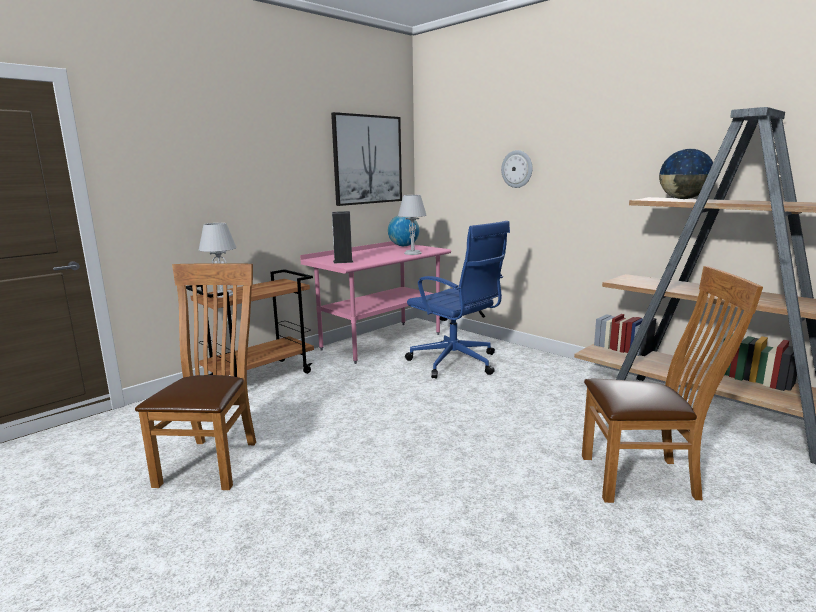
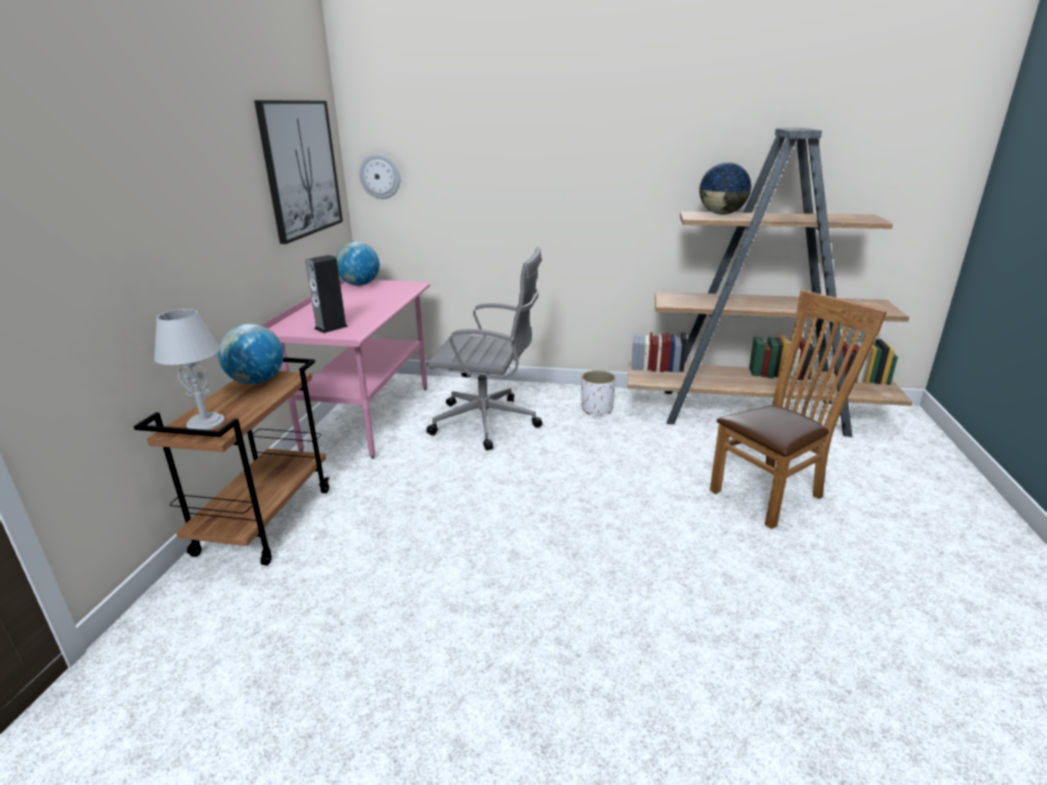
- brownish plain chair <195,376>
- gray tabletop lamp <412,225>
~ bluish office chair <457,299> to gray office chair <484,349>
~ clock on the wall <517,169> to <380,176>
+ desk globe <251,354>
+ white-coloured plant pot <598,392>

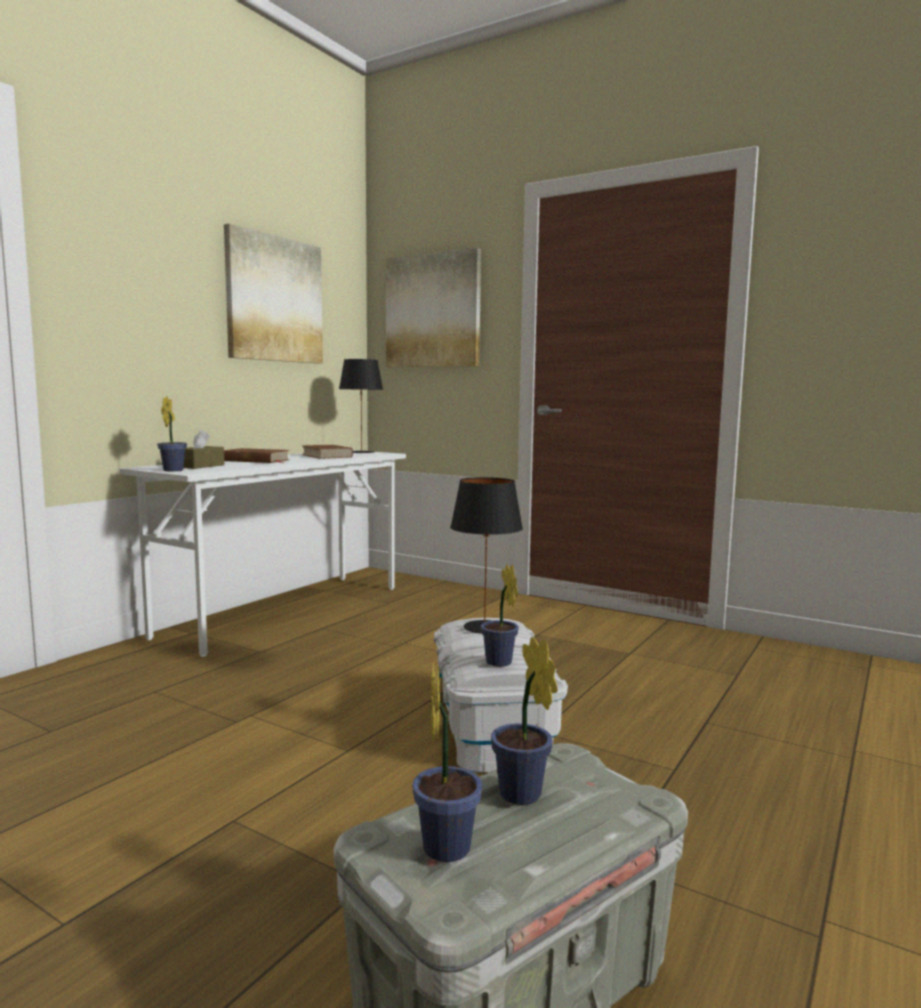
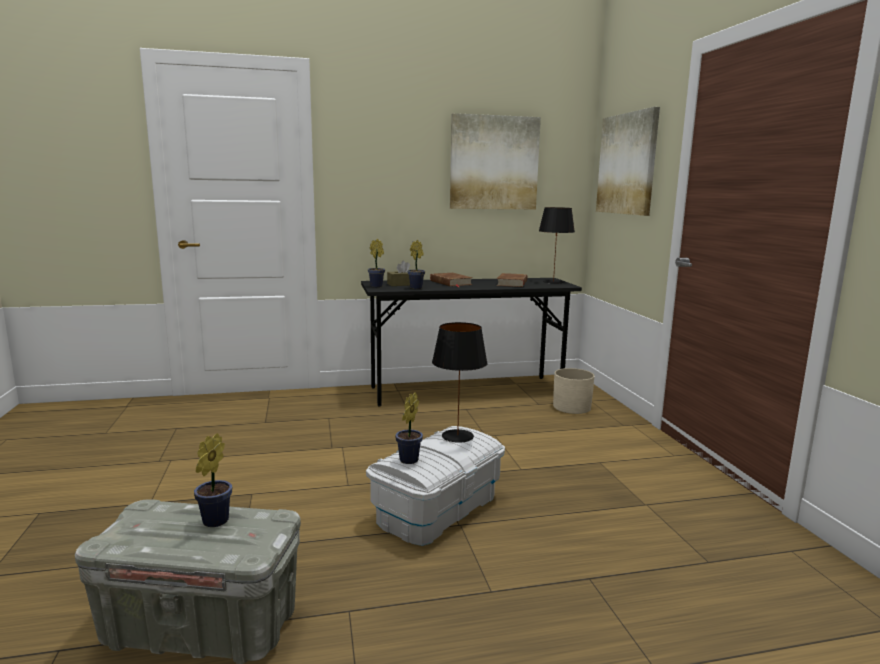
~ white-coloured desk table <262,553> to blackish desk table <471,342>
~ houseplant <447,762> to <416,264>
+ beige plant pot <574,391>

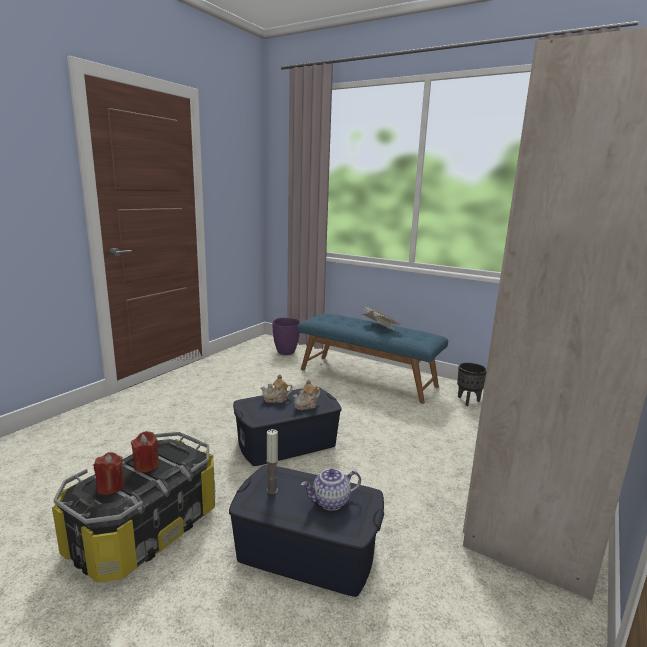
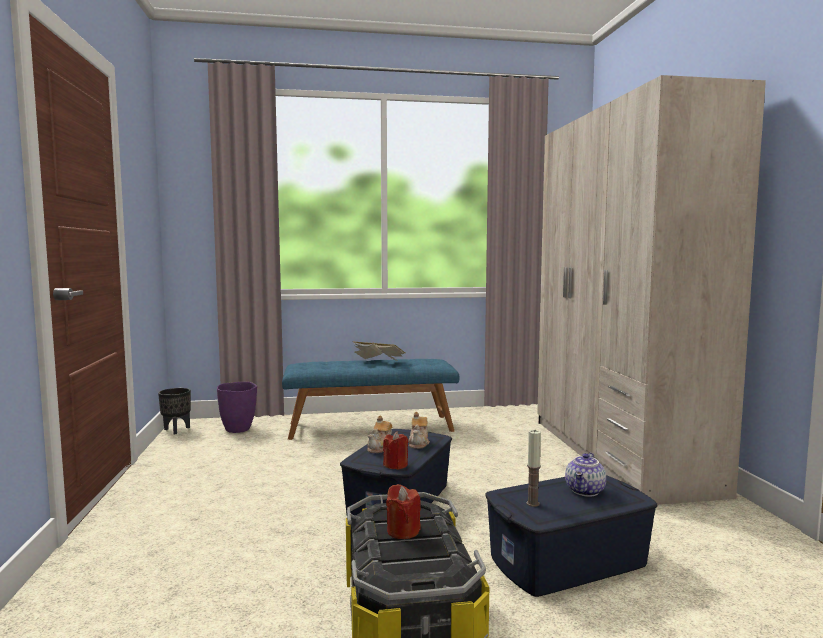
~ red wax light <109,473> to <395,450>
~ blackish plant pot <472,384> to <174,411>

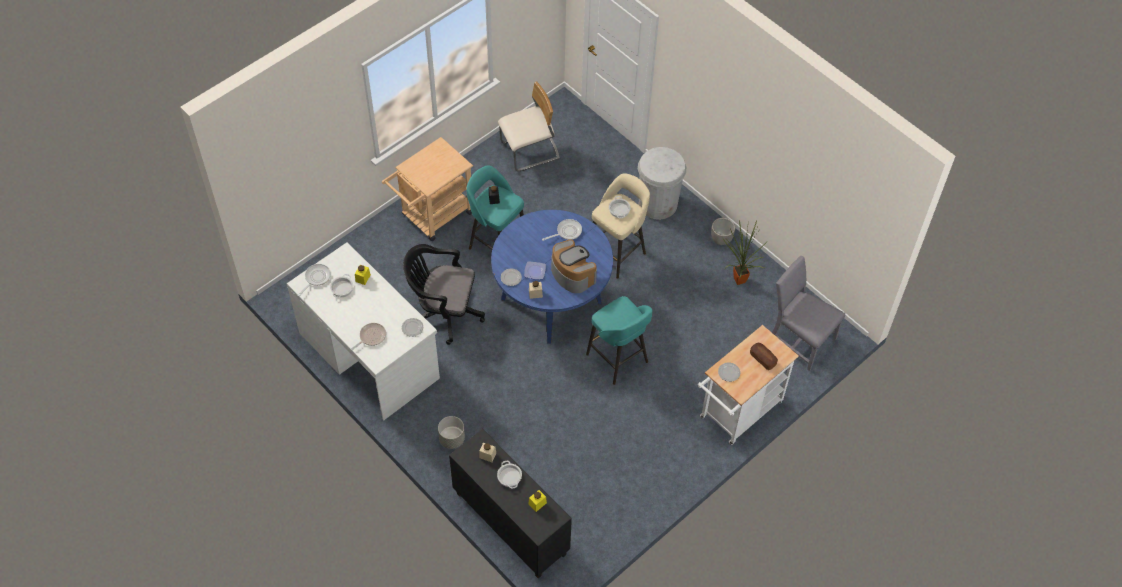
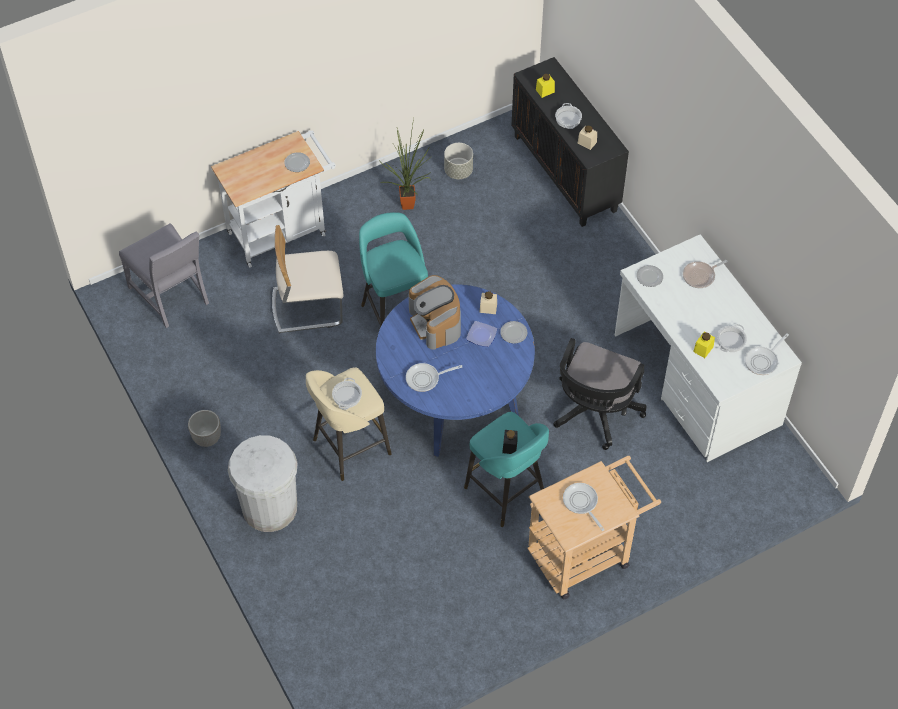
~ blackish office chair <444,294> = <599,394> 90 degrees clockwise
~ gray plant pot <451,432> to <458,161>
~ beige plain chair <529,126> to <308,279>
~ houseplant <744,252> to <406,164>
- baked bread <764,356>
+ frying pan <584,507>

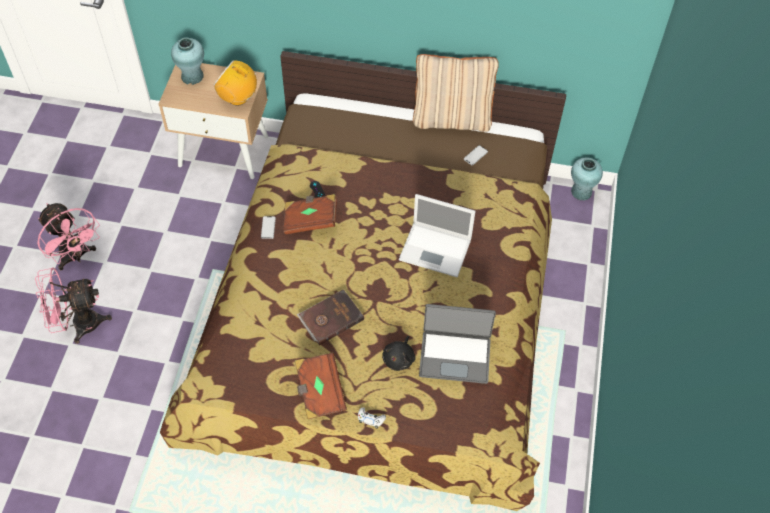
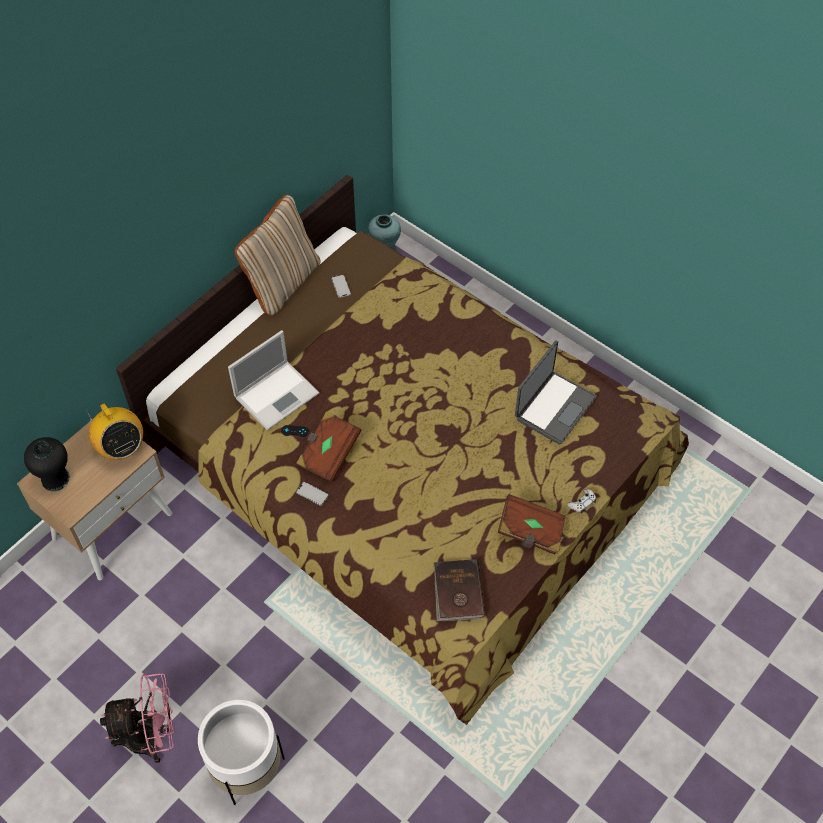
~ pinkish cooling fan <73,305> to white-coloured plant pot <241,752>
~ turquoise decorative vase <187,61> to blackish decorative vase <47,464>
~ radio <236,83> = <114,432> 90 degrees counterclockwise
~ brownish volume <330,317> to <459,590>
- blackish soft toy <399,353>
~ notebook computer <437,235> to <274,380>

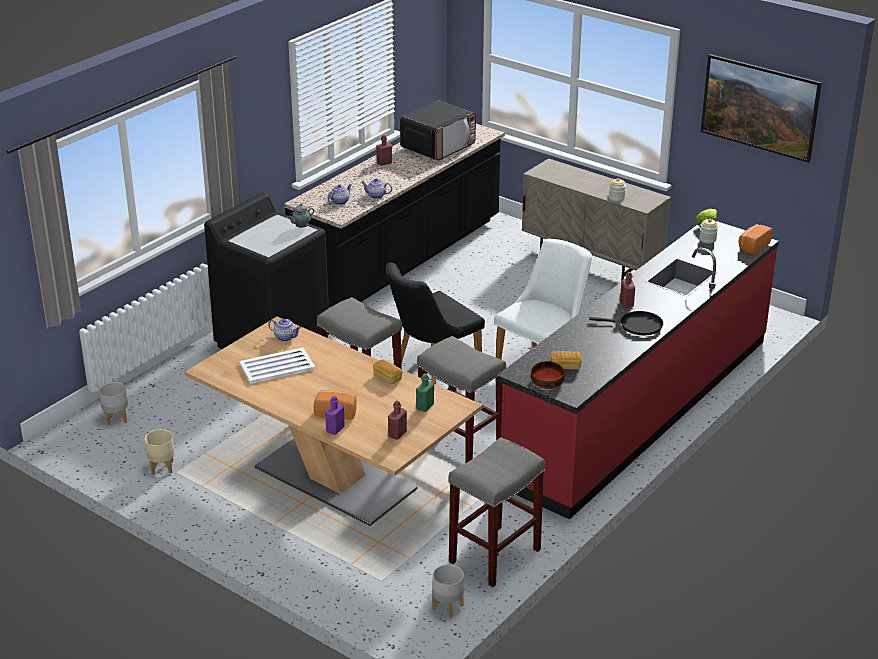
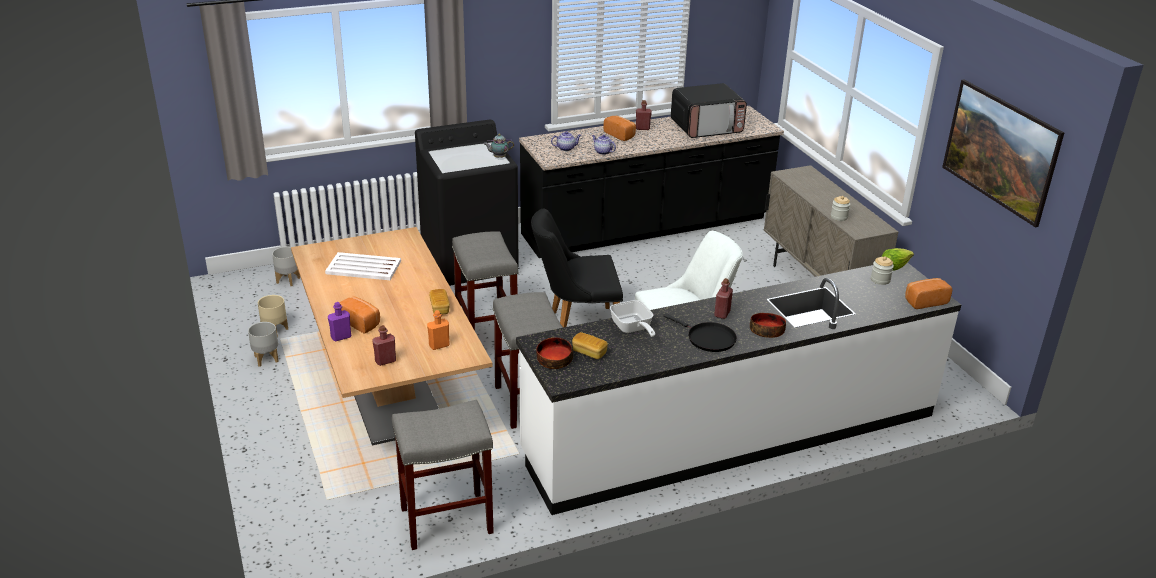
- teapot <284,330>
~ green bottle <425,393> to orangey bottle <438,330>
~ gray plant pot <448,591> to <263,344>
~ red counter <638,370> to white-coloured counter <738,389>
+ baked bread <619,128>
+ frying pan <632,318>
+ deep dish <768,325>

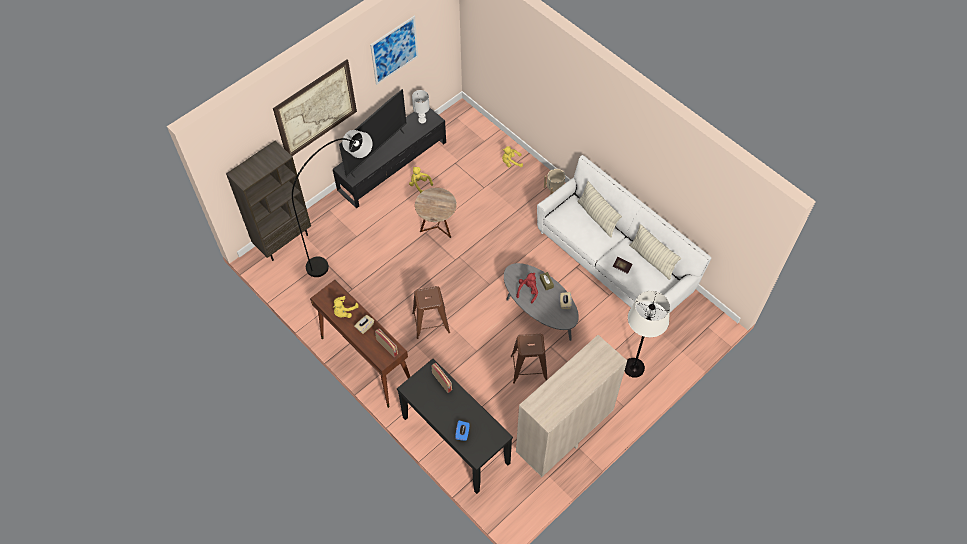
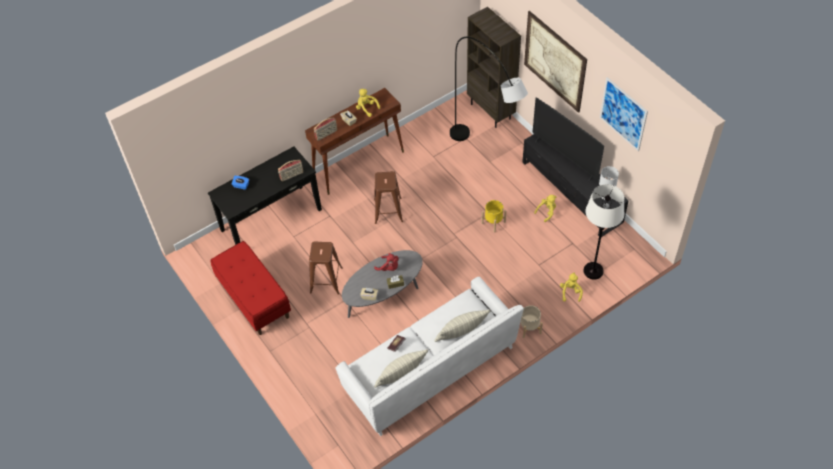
~ brownish accent table <436,212> to yellow plant pot <494,216>
~ beige cabinet <571,406> to red bench <250,288>
~ white-coloured floor lamp <647,334> to <604,232>

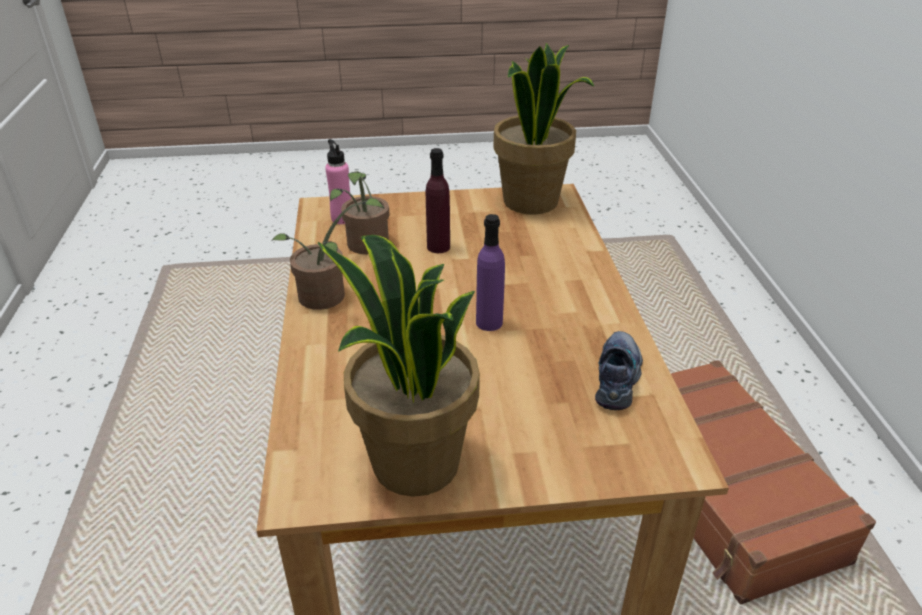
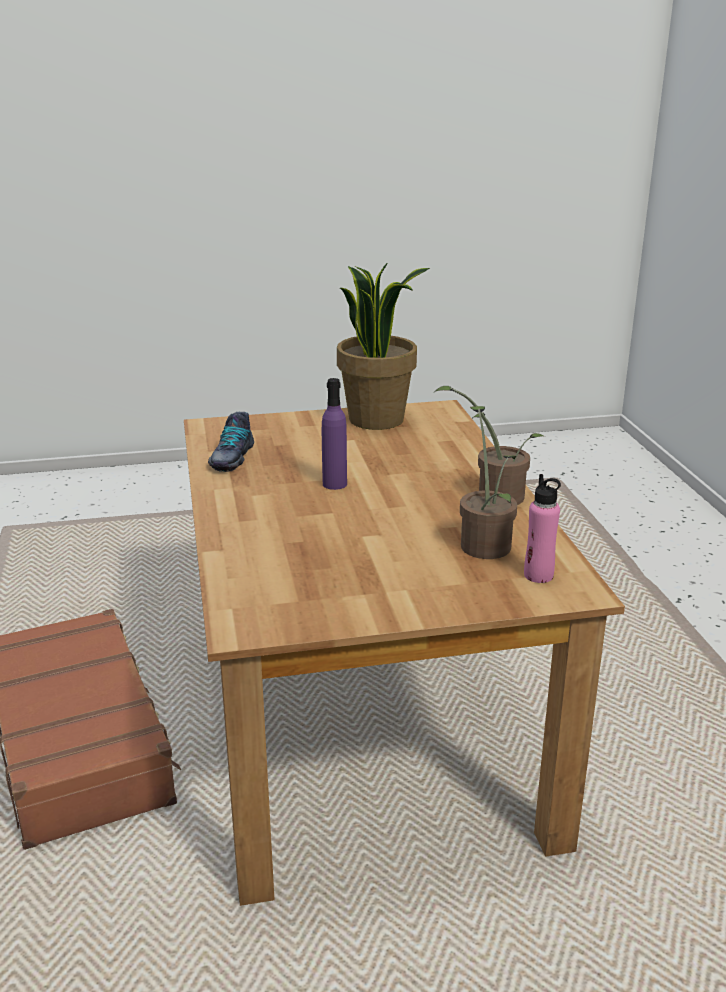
- purplish bottle <438,200>
- houseplant <543,129>

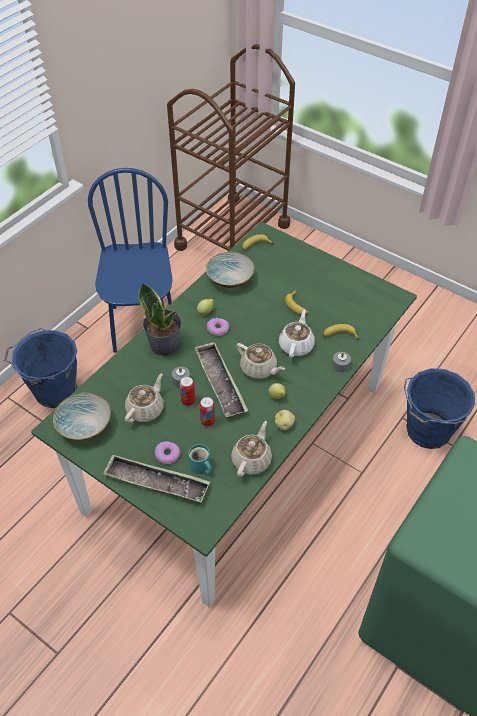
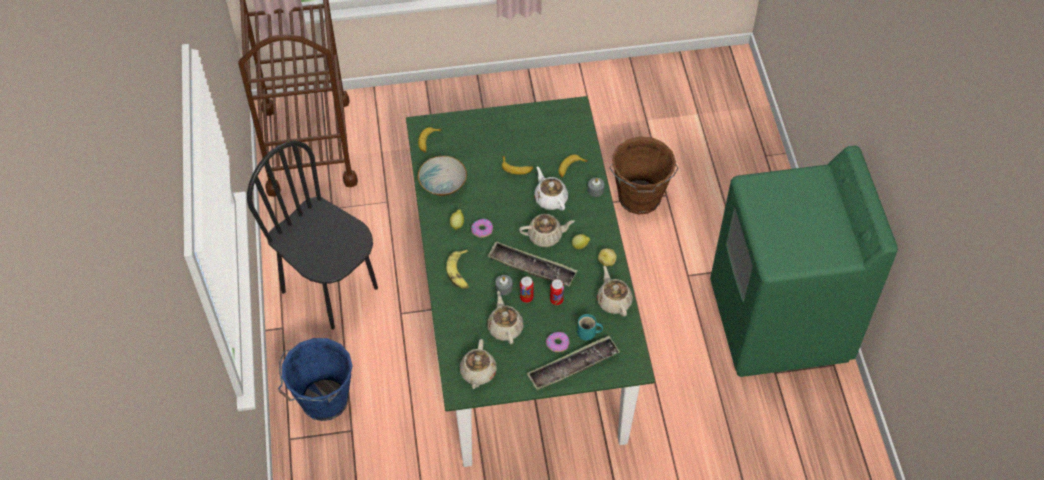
~ deep dish <82,417> to beige teapot <478,364>
~ bluish plain chair <130,260> to blackish plain chair <312,235>
~ houseplant <160,319> to banana <457,269>
~ bluish bucket <439,408> to brownish bucket <644,175>

